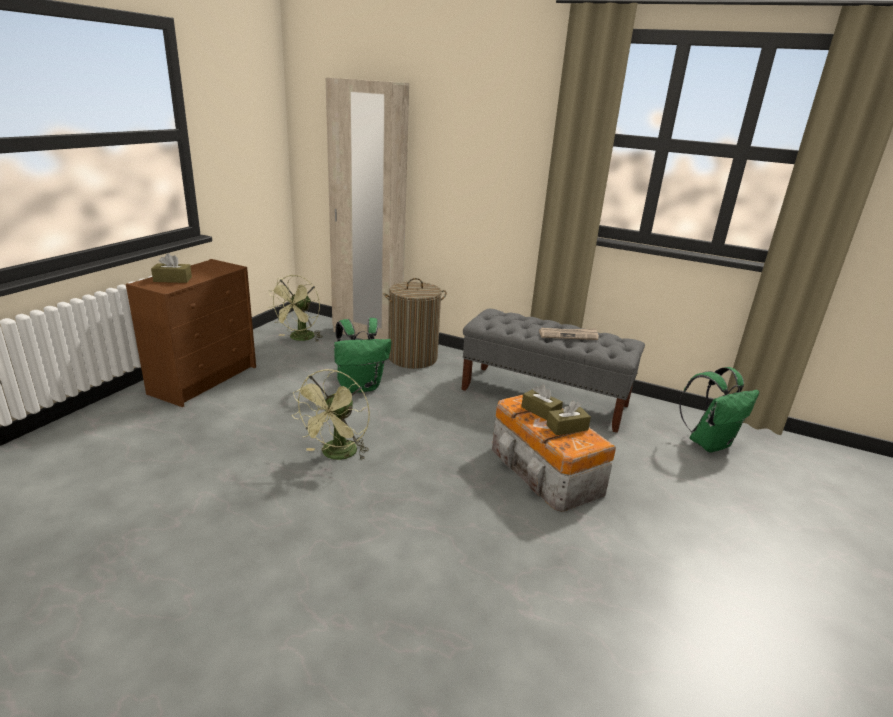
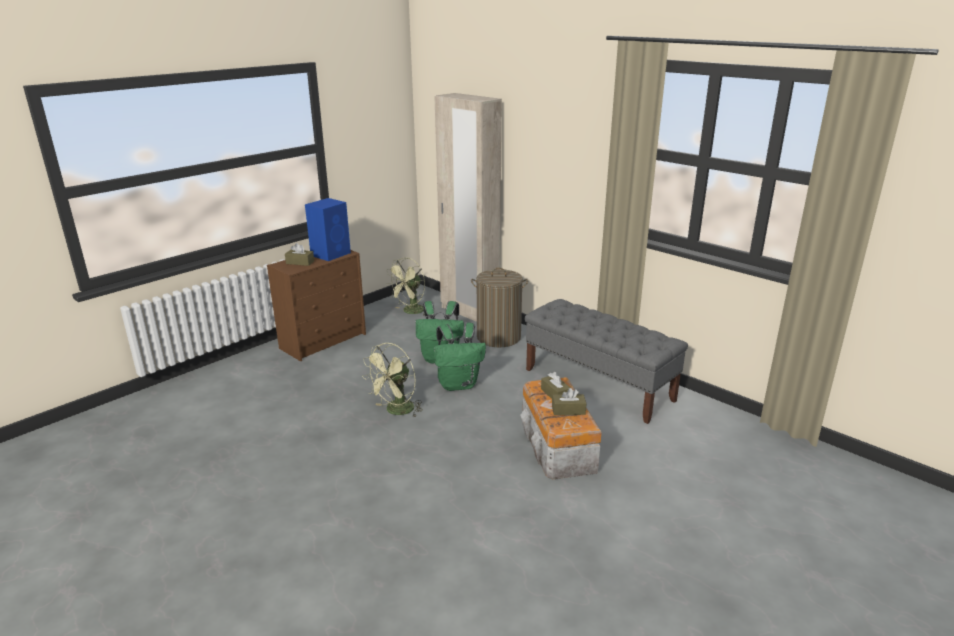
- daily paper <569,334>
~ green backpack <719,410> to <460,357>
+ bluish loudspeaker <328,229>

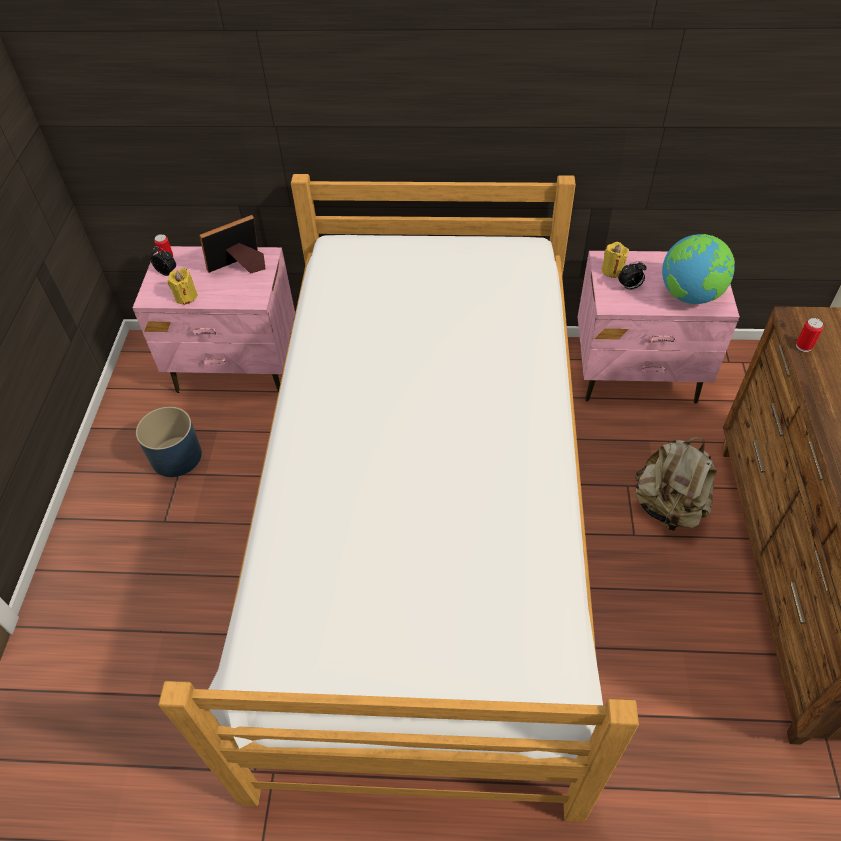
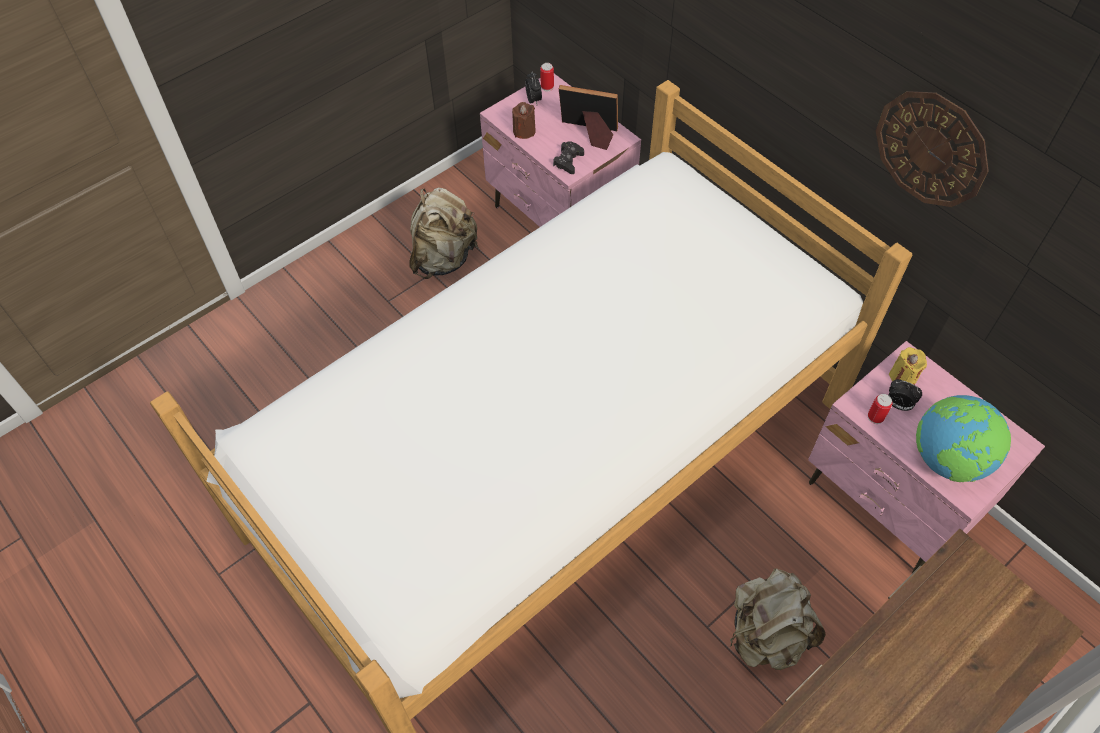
~ bluish plant pot <169,442> to beige backpack <444,233>
~ yellow wax light <183,286> to brownish wax light <524,120>
~ sealed can <809,335> to <880,409>
+ blackish gamepad <568,157>
+ clock on the wall <932,149>

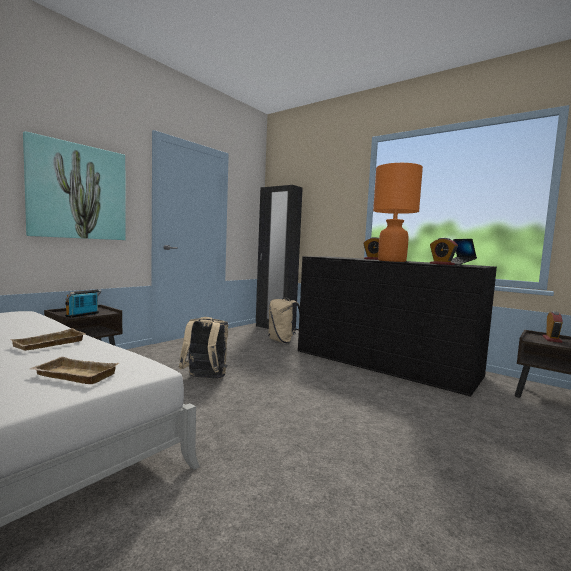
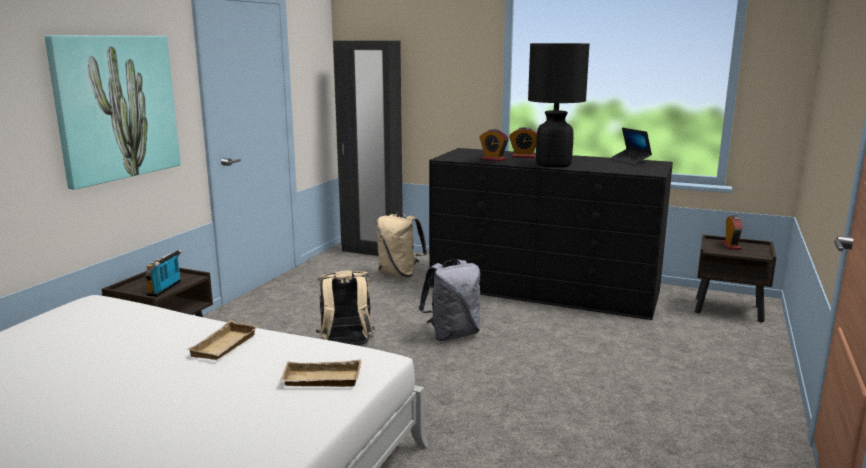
~ orangey tabletop lamp <398,212> to blackish tabletop lamp <559,105>
~ alarm clock <444,251> to <494,145>
+ gray backpack <449,300>

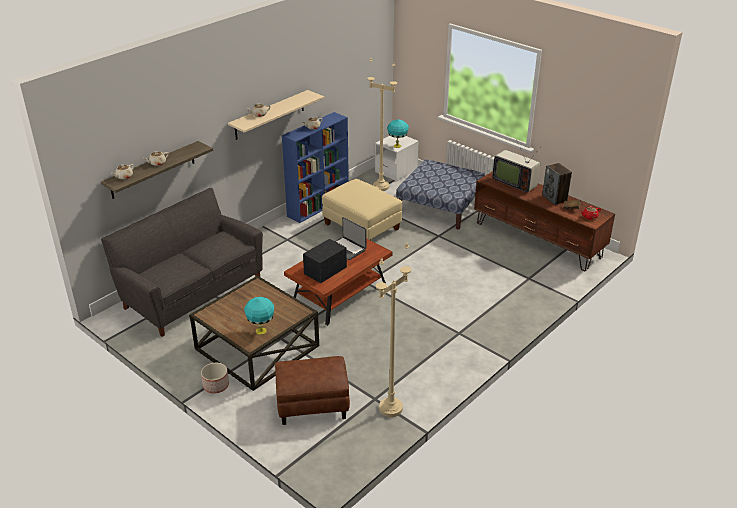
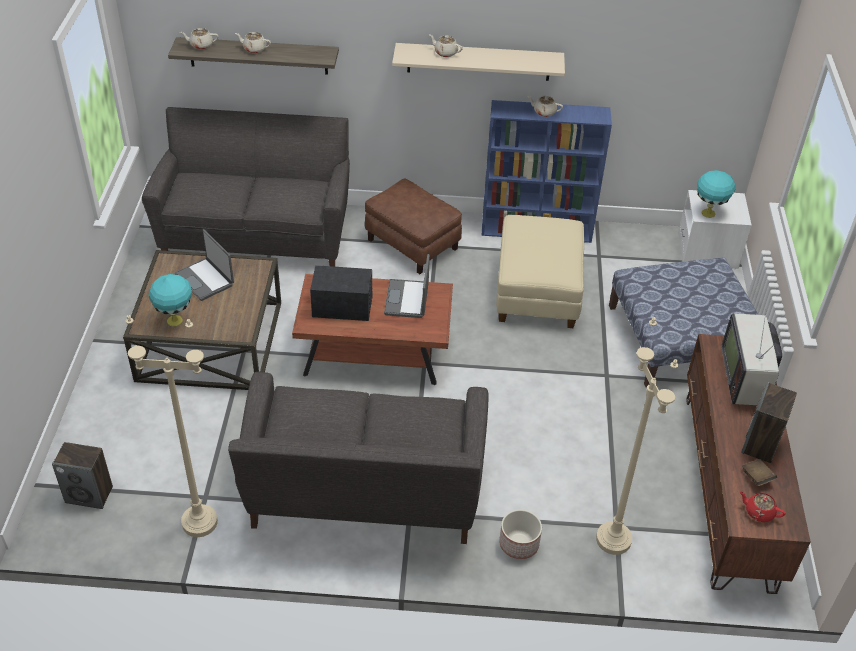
~ plant pot <215,378> to <520,534>
~ brownish ottoman <312,390> to <413,226>
~ beige floor lamp <382,124> to <637,436>
+ loudspeaker <82,475>
+ notebook computer <204,265>
+ gray settee <358,458>

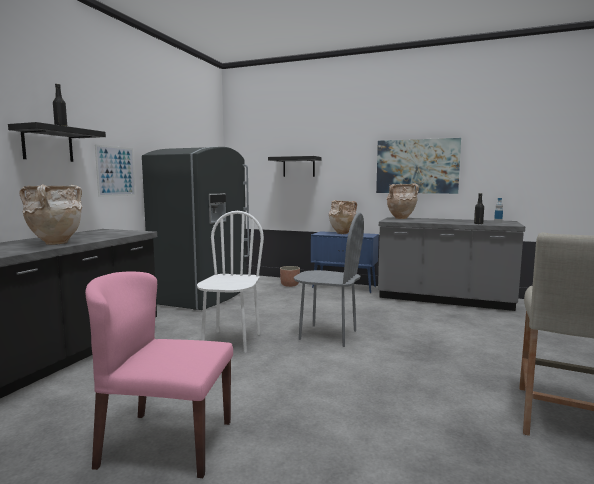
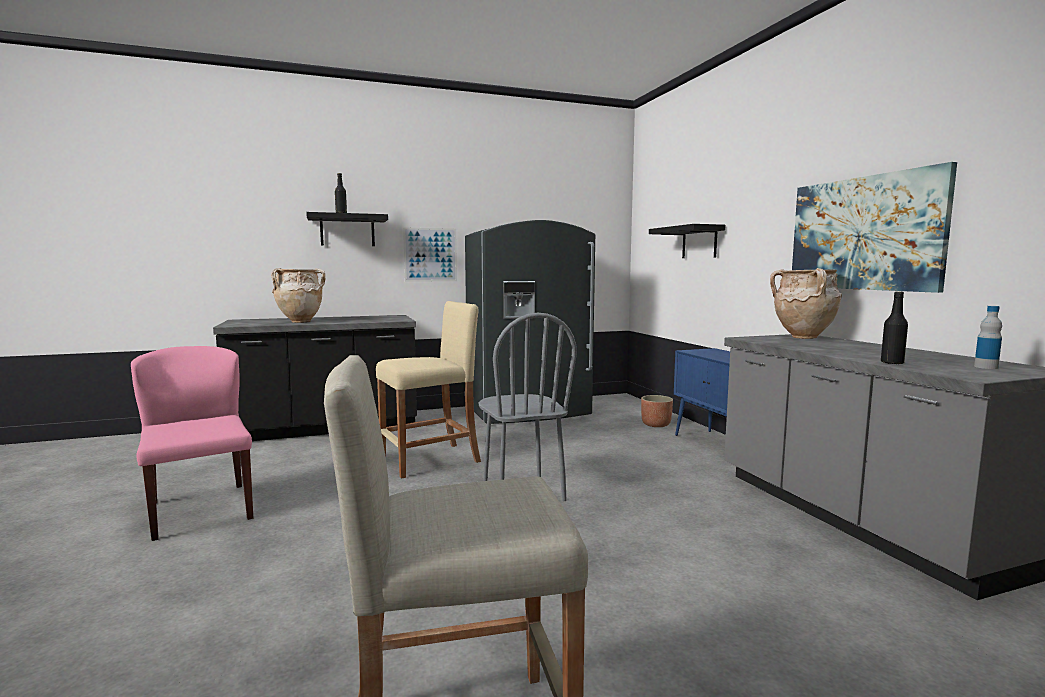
~ white-coloured plain chair <230,282> to beige stool <428,390>
- beige decorative vase <343,217>

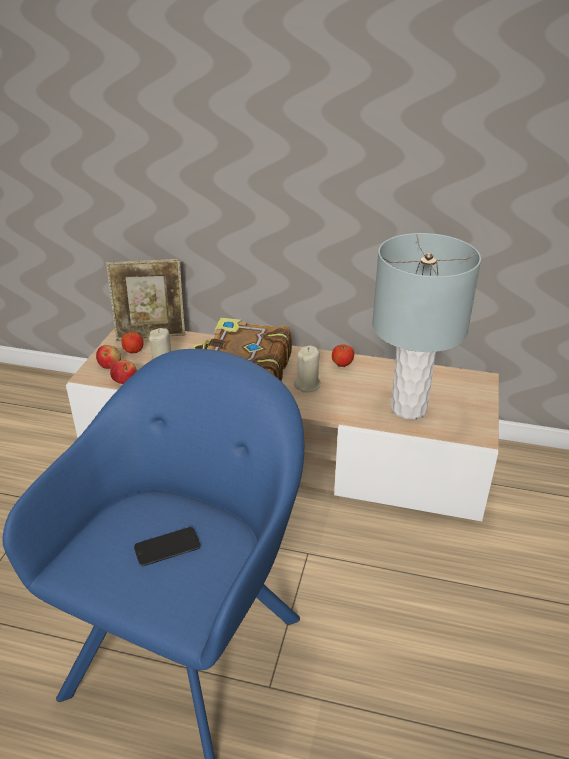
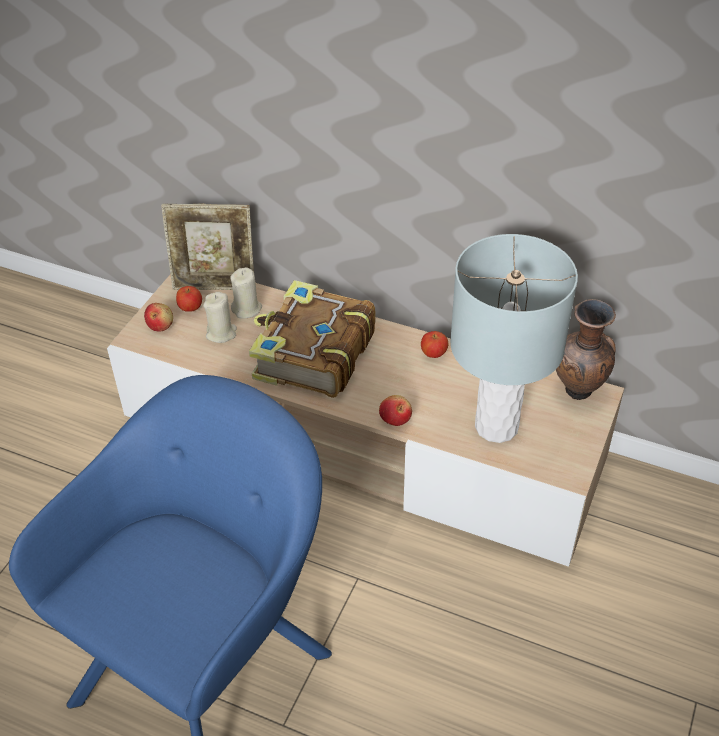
~ whole apple <123,372> to <395,410>
- handset <167,546>
~ beige wax light <307,369> to <246,293>
+ brownish decorative vase <586,349>

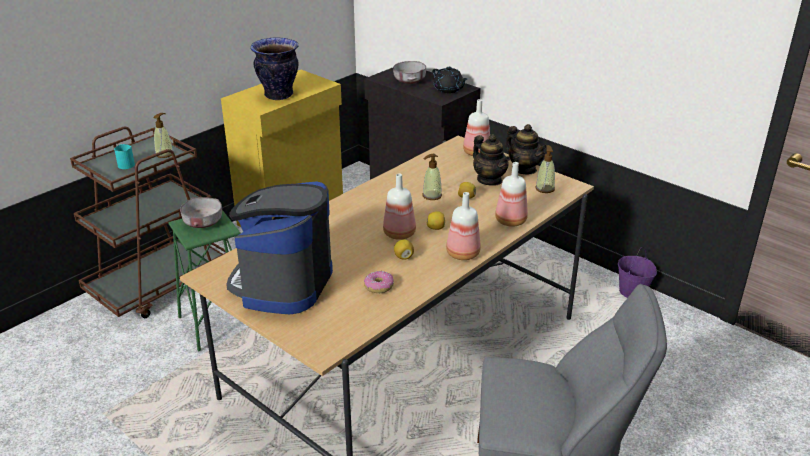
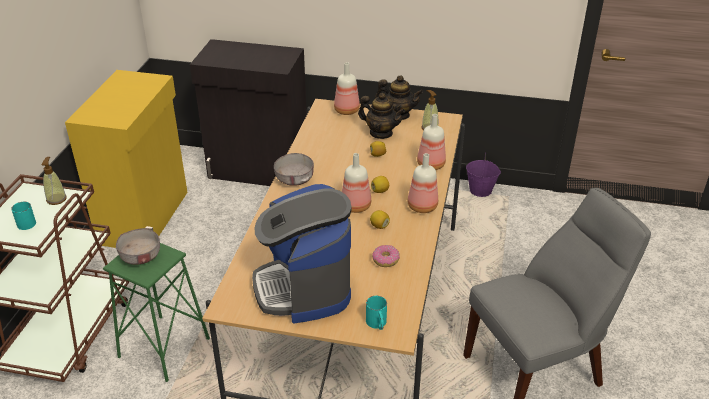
- decorative vase <274,68>
~ gray deep dish <409,72> to <294,169>
- soap bottle <432,177>
- blackish teapot <449,80>
+ turquoise tea mug <376,313>

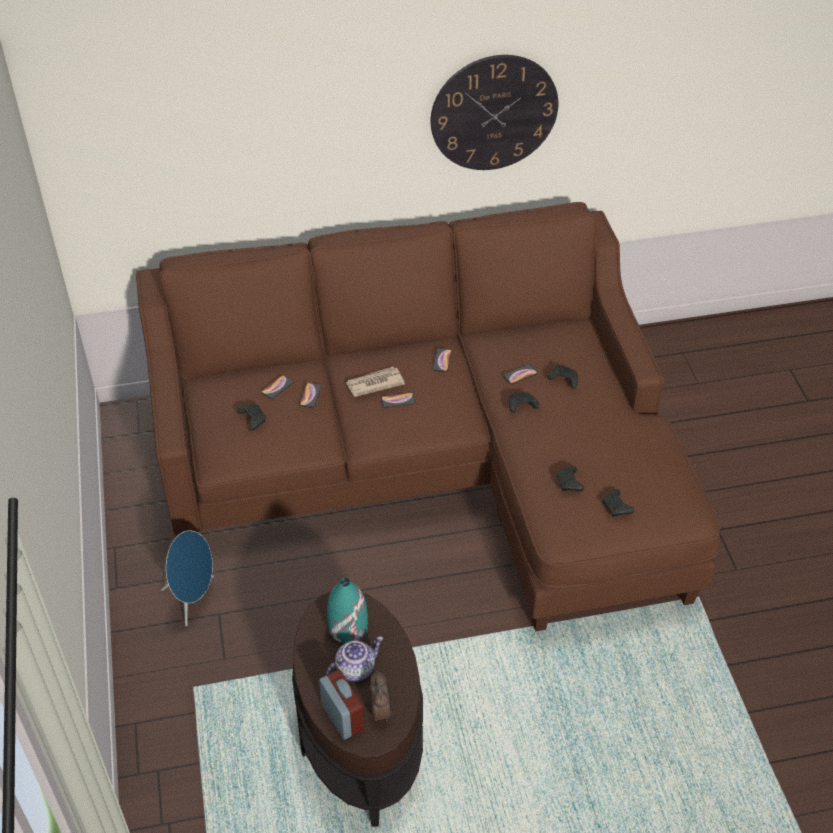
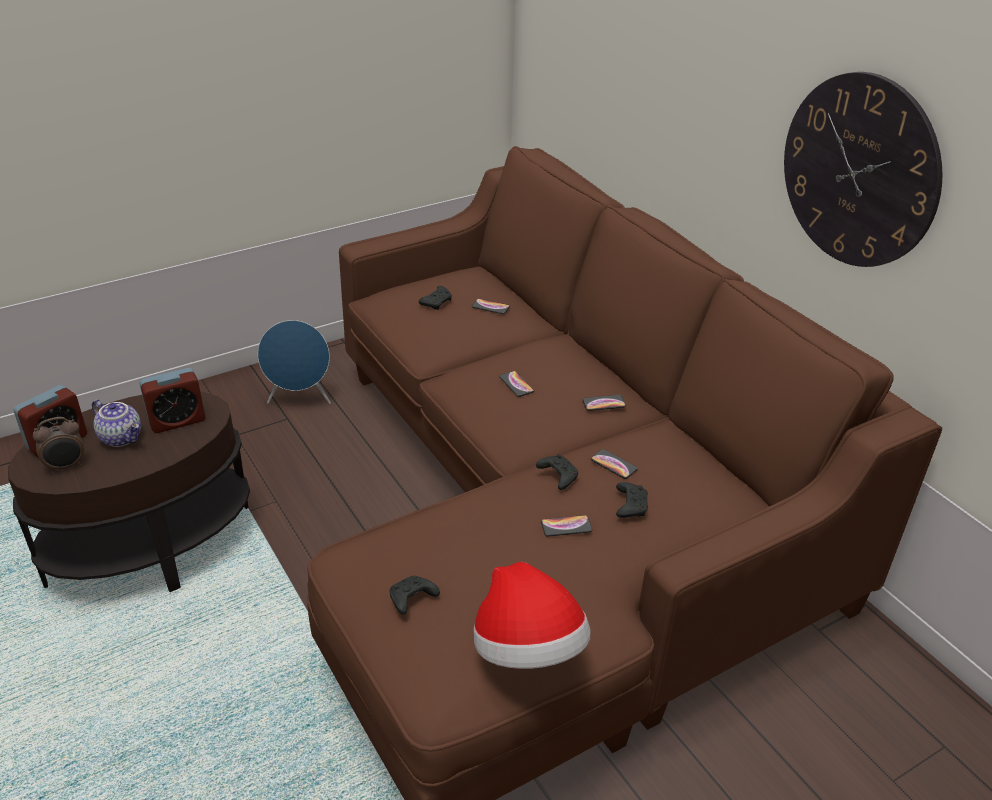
~ handset <310,395> to <566,525>
~ turquoise decorative vase <347,610> to alarm clock <172,400>
- daily paper <375,382>
- blackish gamepad <570,478>
+ wearable hat <532,615>

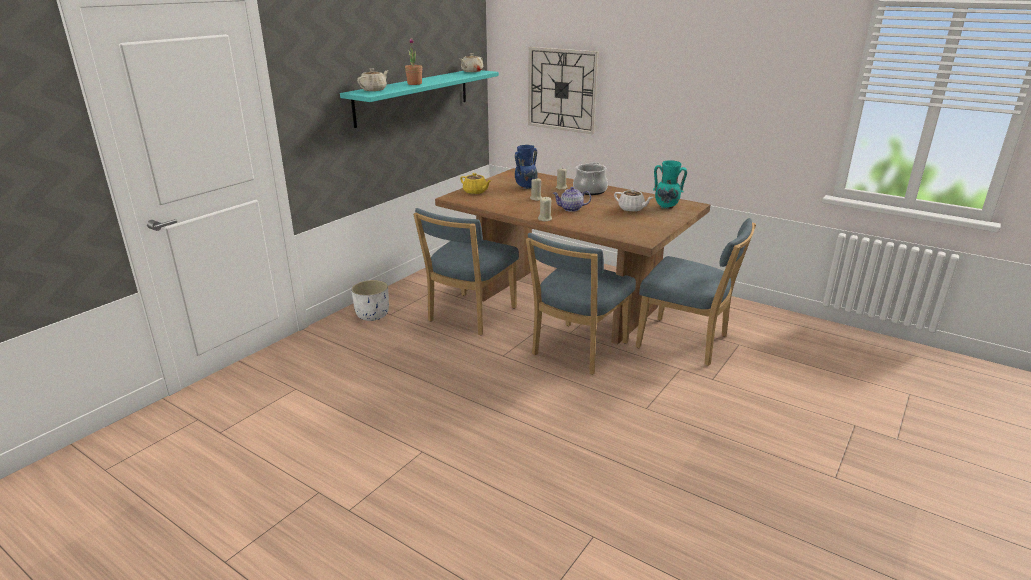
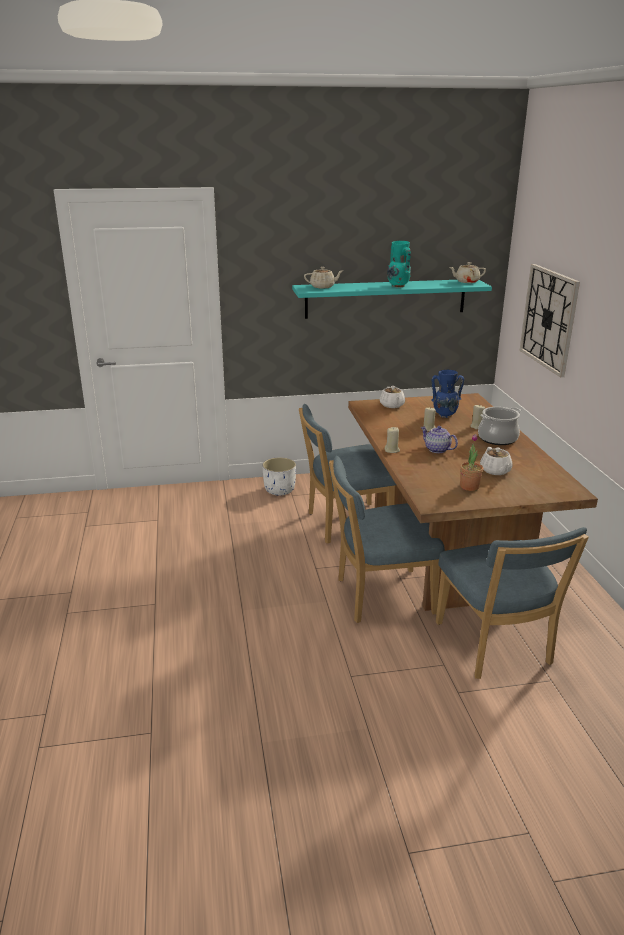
~ houseplant <413,61> to <471,462>
~ yellow teapot <476,183> to white-coloured teapot <392,397>
~ turquoise decorative vase <670,184> to <399,264>

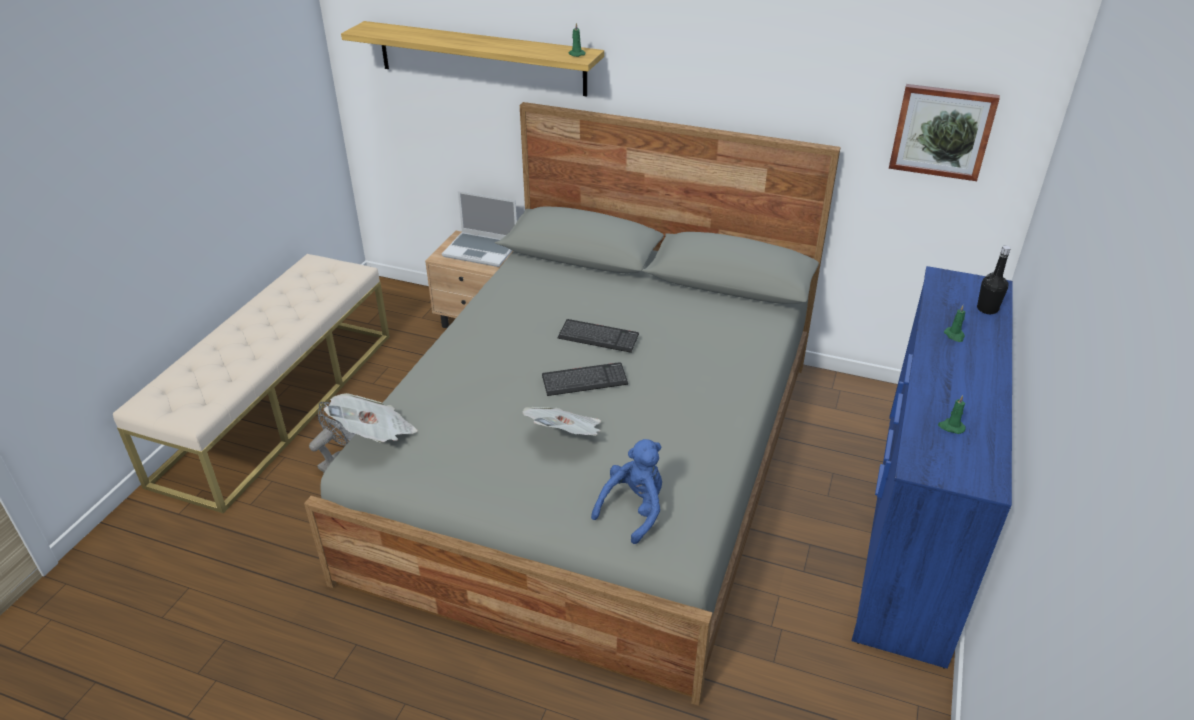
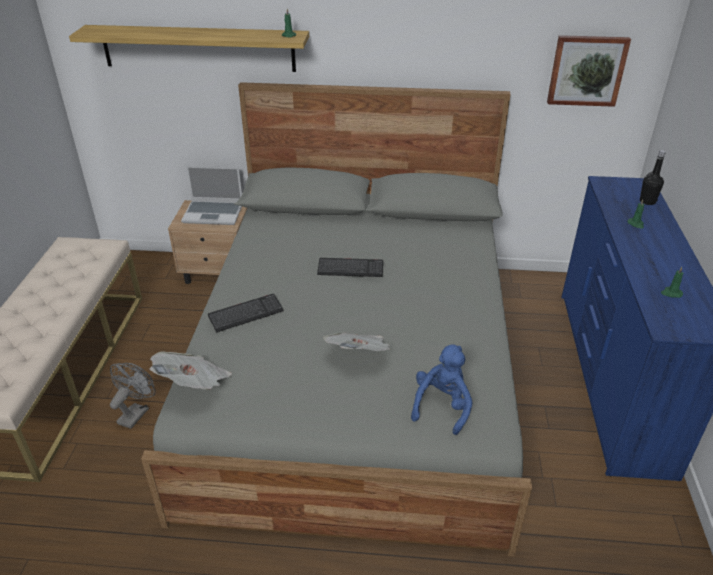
~ keyboard <585,379> to <246,313>

